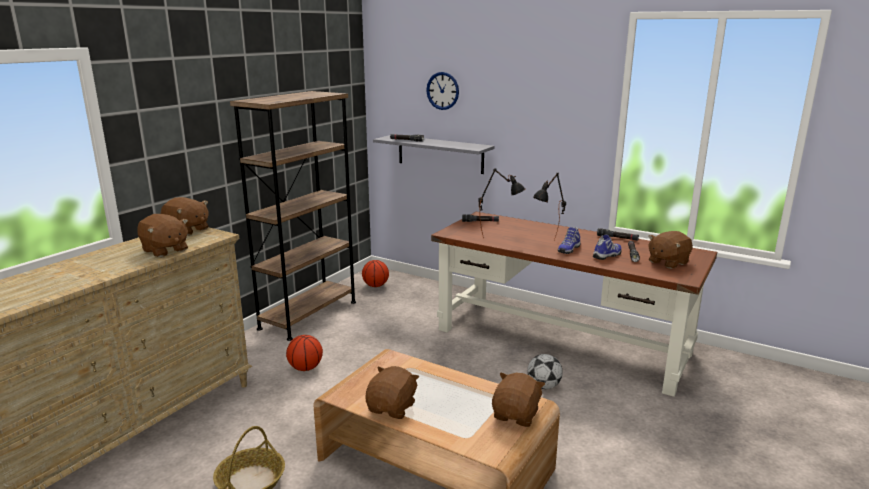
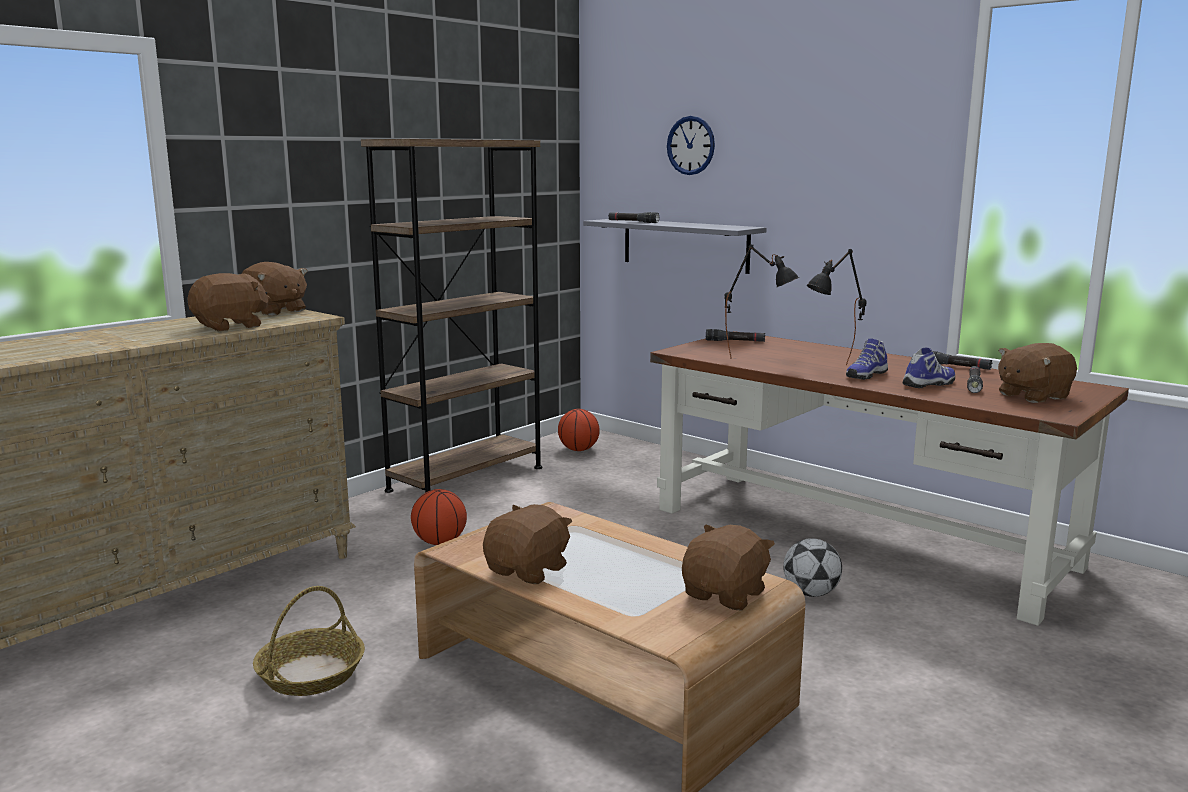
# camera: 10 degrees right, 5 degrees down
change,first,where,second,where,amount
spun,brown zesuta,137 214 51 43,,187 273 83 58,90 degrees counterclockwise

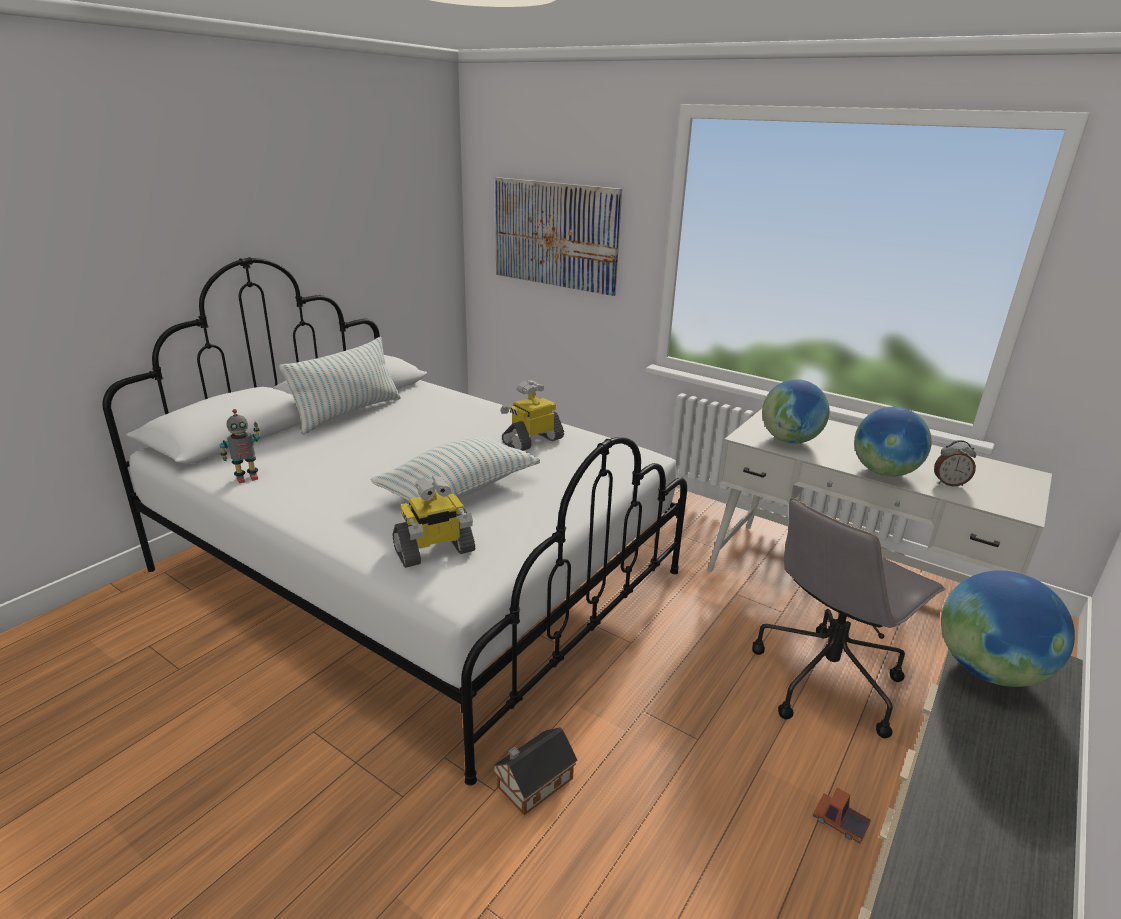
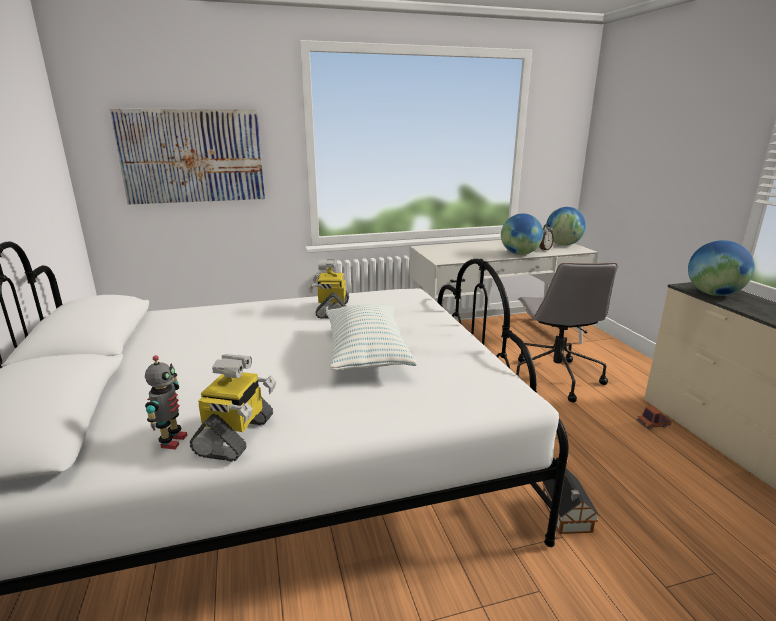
# camera: 50 degrees left, 5 degrees down
change,first,where,second,where,amount
missing,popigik,279 337 122 98,,,
relocated,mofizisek,392 476 84 92,,190 354 86 107,
relocated,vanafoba,762 379 68 65,,546 207 40 38,

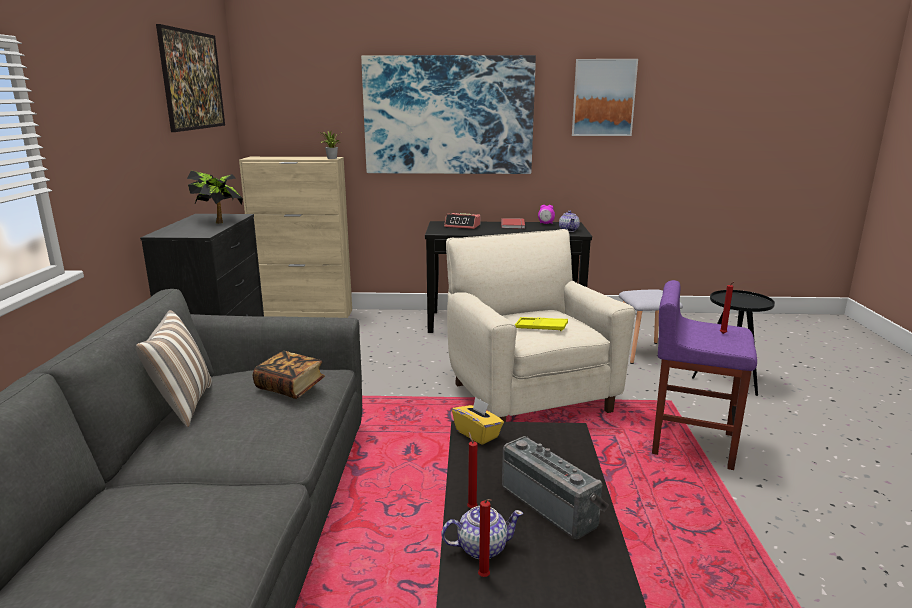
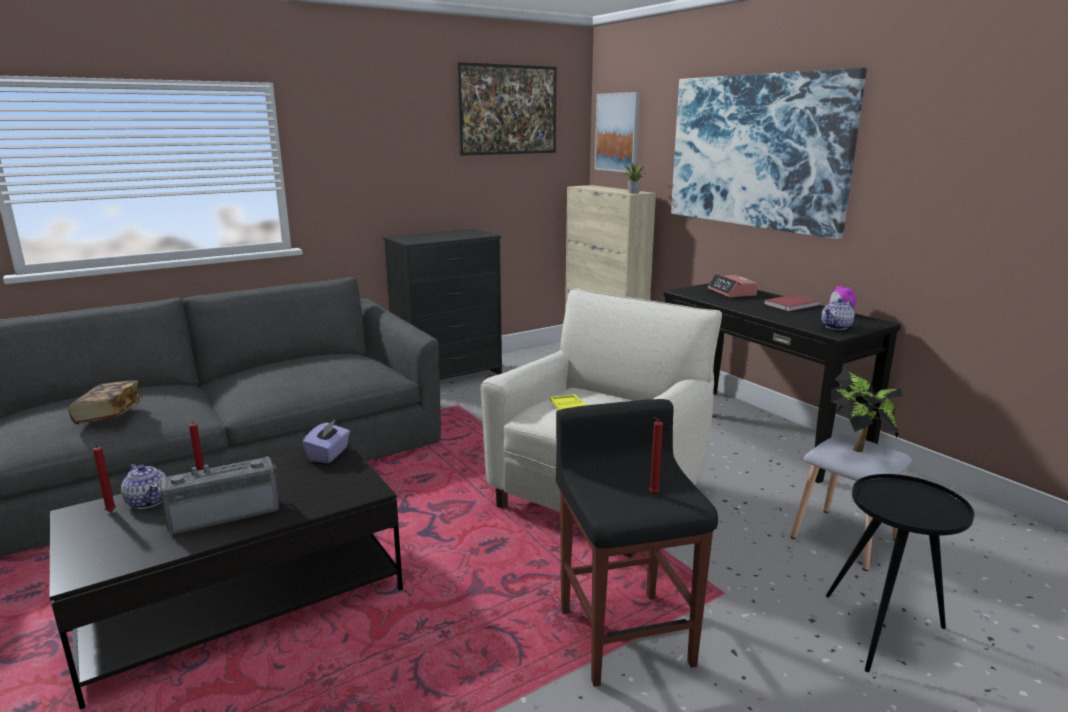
# camera: 55 degrees right, 0 degrees up
change,first,where,second,where,amount
missing,popigik,136 310 76 117,,,
relocated,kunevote,187 171 56 53,,831 369 72 83,
relocated,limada,253 351 72 48,,68 380 75 44,
relocated,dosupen,572 59 66 77,,595 92 45 81,
colour,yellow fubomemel,452 397 52 48,purple fubomemel,302 420 48 43,
colour,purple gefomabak,652 280 105 190,black gefomabak,556 399 162 288,
spun,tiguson,502 436 107 103,,158 456 121 78,135 degrees counterclockwise

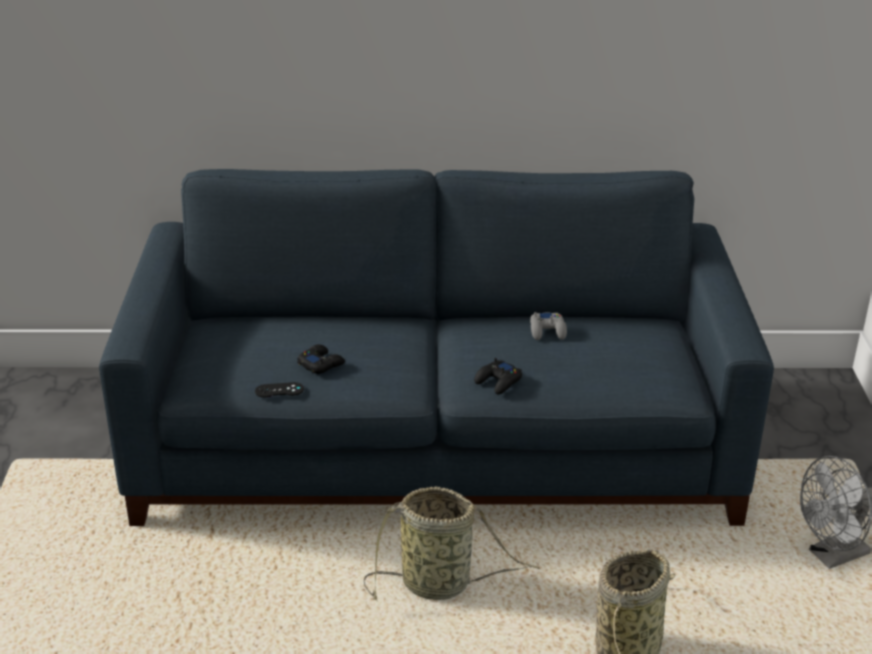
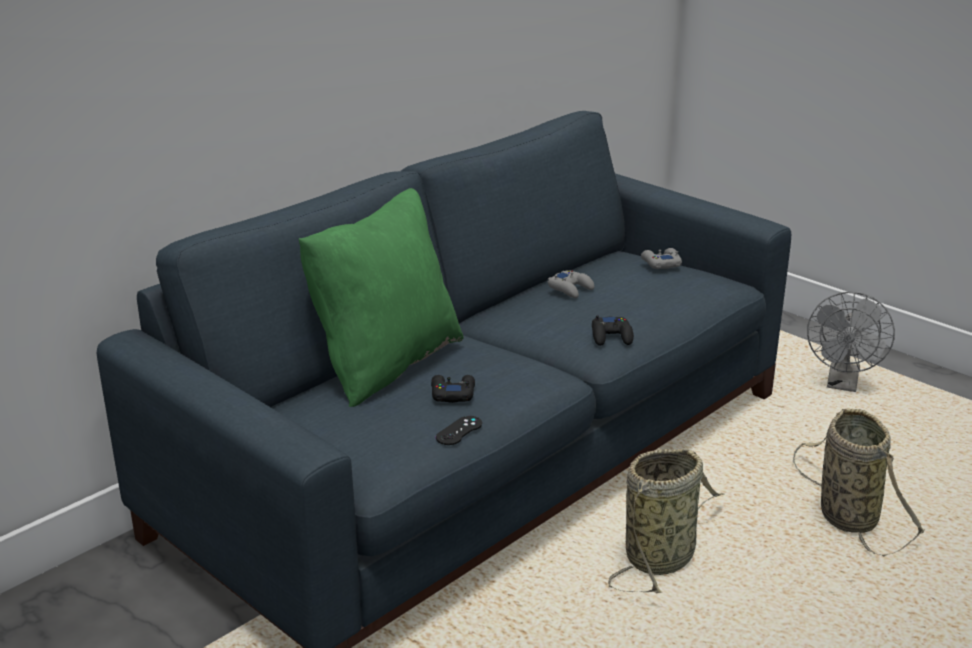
# camera: 45 degrees left, 5 degrees down
change,first,where,second,where,amount
appeared,,,green popigik,299 188 165 219,
appeared,,,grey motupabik,641 248 41 21,

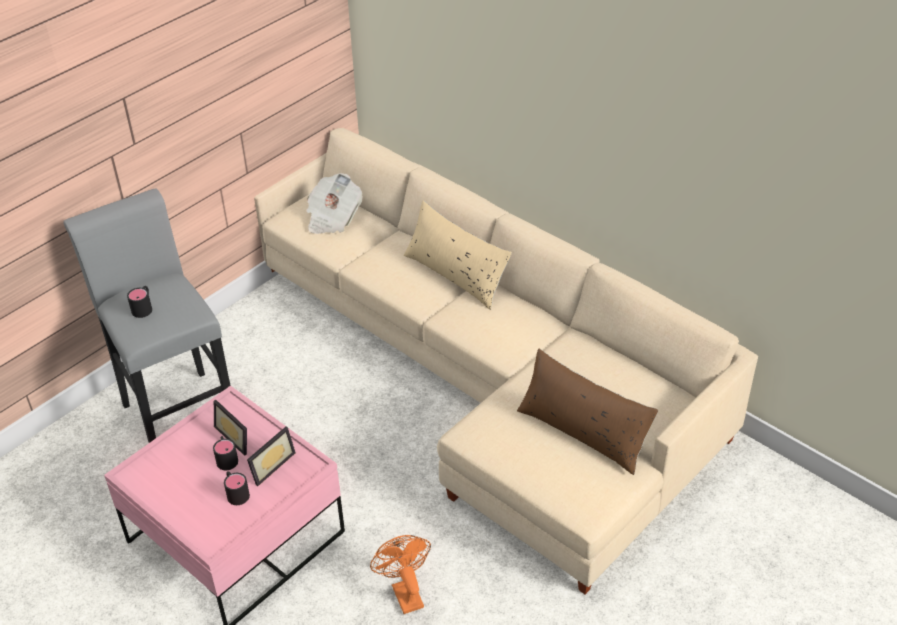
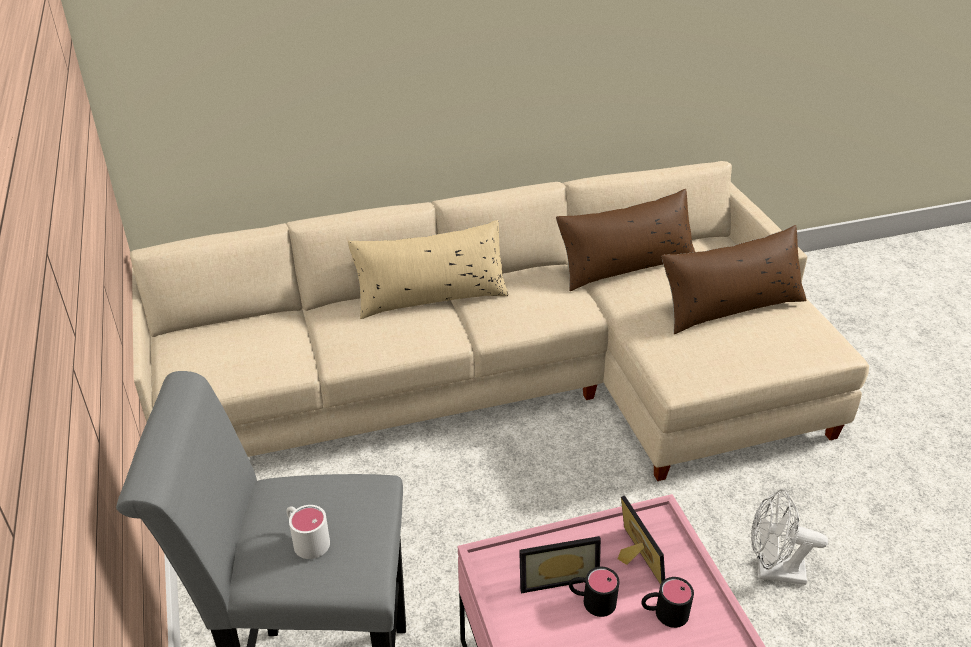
# camera: 60 degrees left, 5 degrees down
change,first,where,second,where,amount
missing,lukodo,306 173 57 61,,,
appeared,,,brown popigik,556 189 139 102,
colour,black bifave,127 286 25 32,white bifave,287 505 43 54,
colour,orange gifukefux,370 535 61 79,white gifukefux,751 489 77 96,

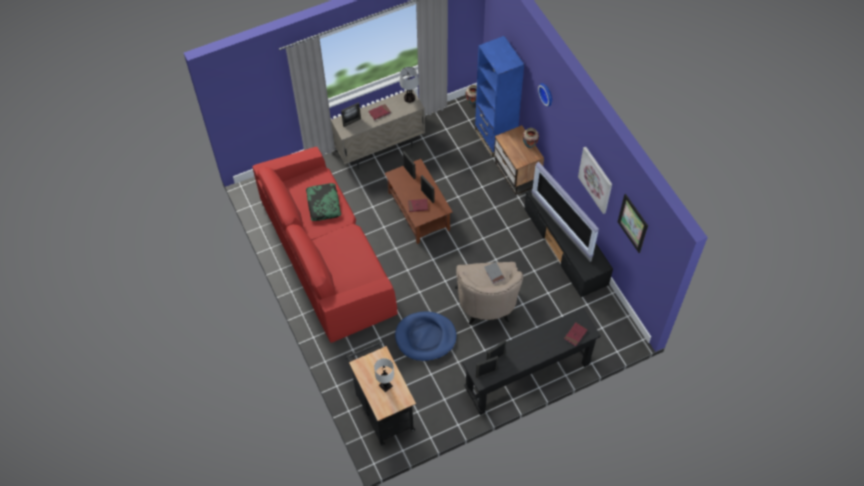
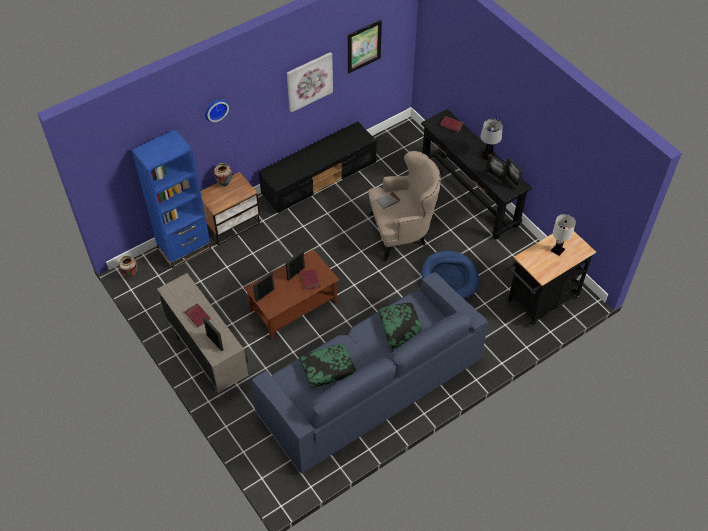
# camera: 100 degrees left, 5 degrees down
change,first,where,second,where,amount
missing,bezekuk,532 162 67 100,,,
appeared,,,popigik,378 303 44 45,
relocated,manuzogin,400 67 19 36,,481 119 21 41,
colour,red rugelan,252 147 146 196,blue rugelan,252 272 236 202,

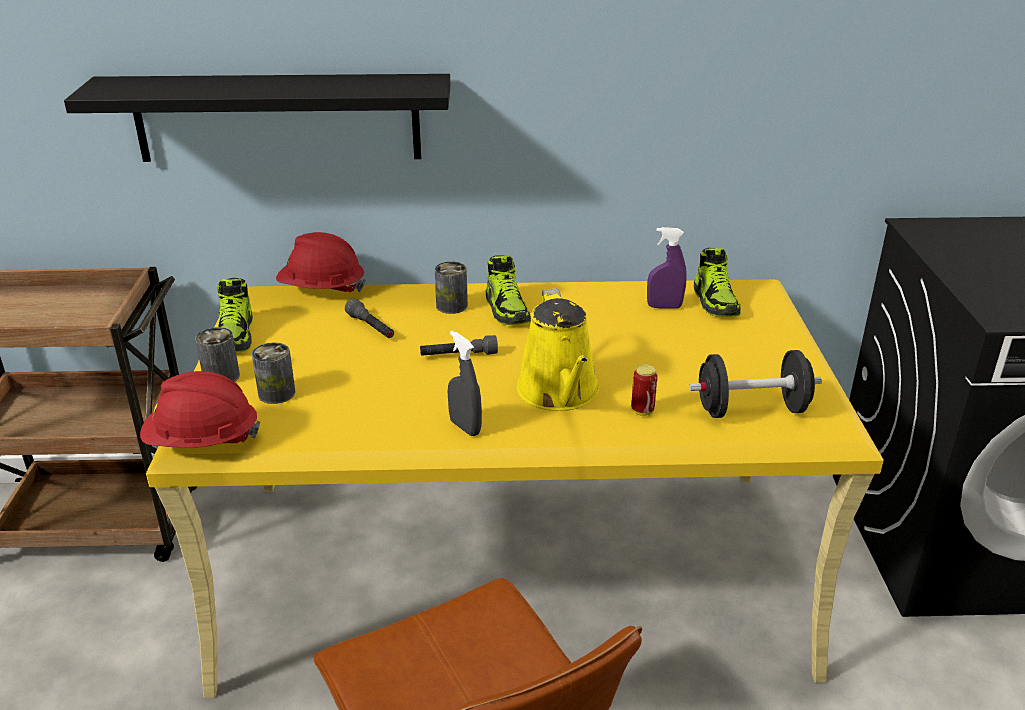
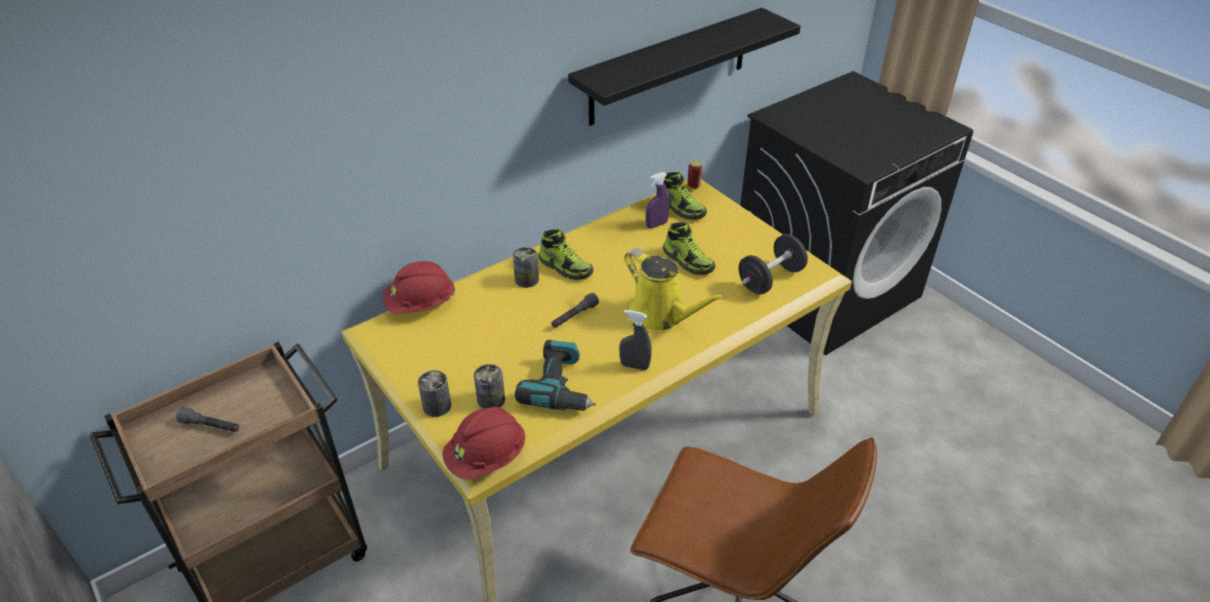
# camera: 35 degrees left, 10 degrees up
change,first,where,second,where,amount
appeared,,,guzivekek,515 340 81 71,
relocated,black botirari,64 74 387 88,,568 8 233 118,
relocated,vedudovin,217 278 36 74,,663 222 52 53,
relocated,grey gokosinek,345 299 49 39,,176 407 63 25,
relocated,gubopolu,631 364 27 52,,687 160 15 30,

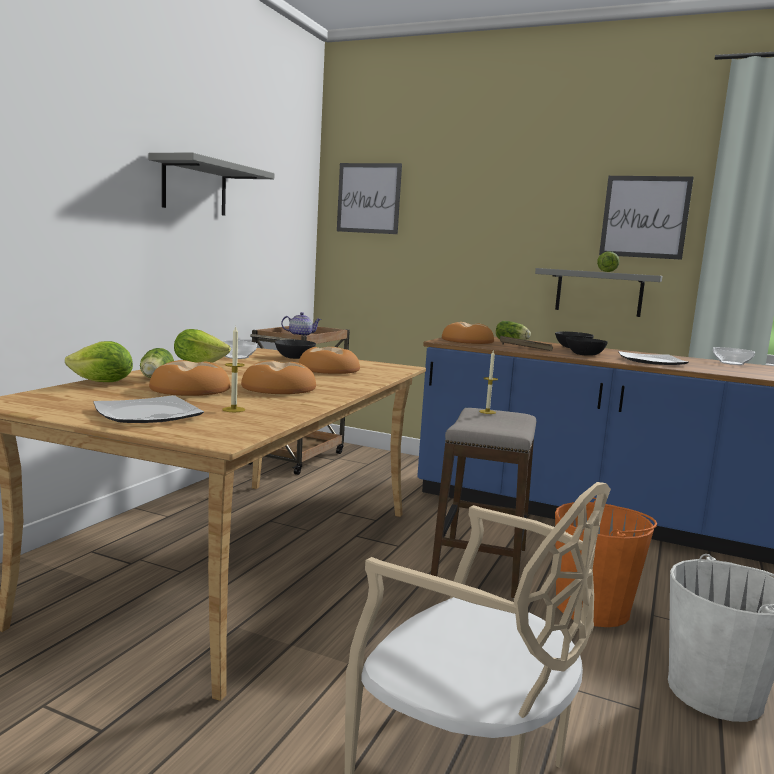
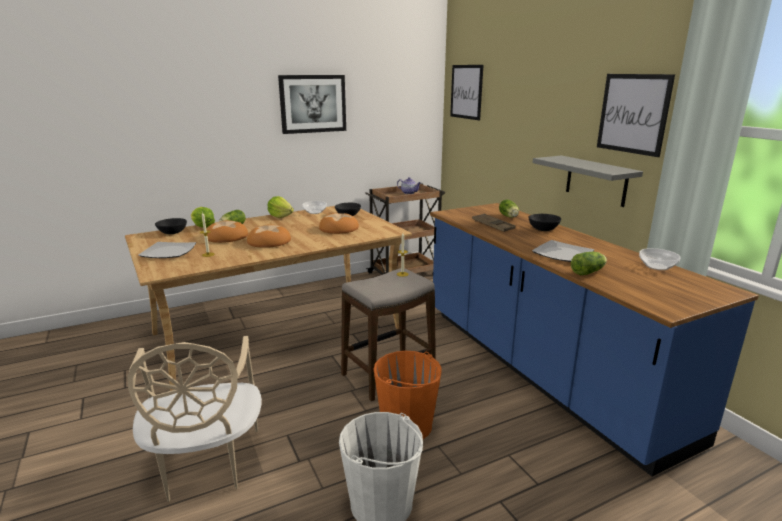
# camera: 40 degrees right, 10 degrees up
change,first,where,second,where,amount
missing,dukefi,442 322 52 22,,,
relocated,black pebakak,566 337 42 19,,155 218 32 16,
relocated,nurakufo,597 251 23 21,,571 252 36 23,
exchanged,grey botirari,148 153 127 63,dosupen,278 75 68 59,

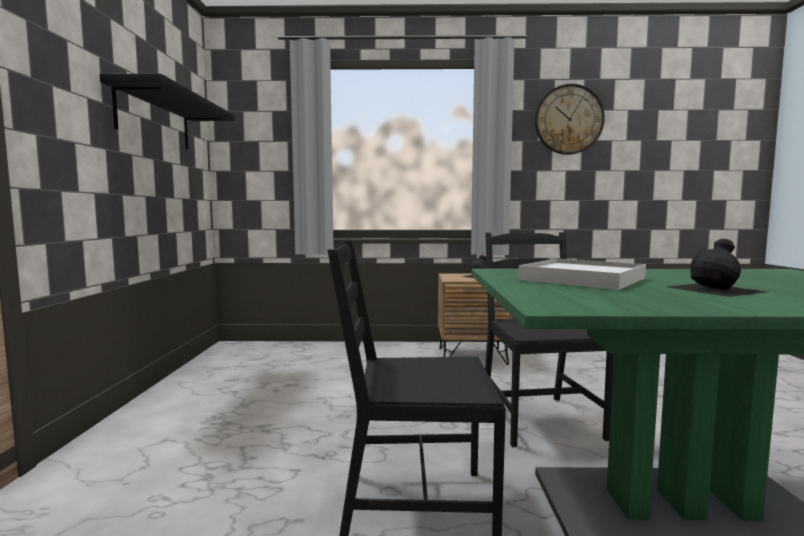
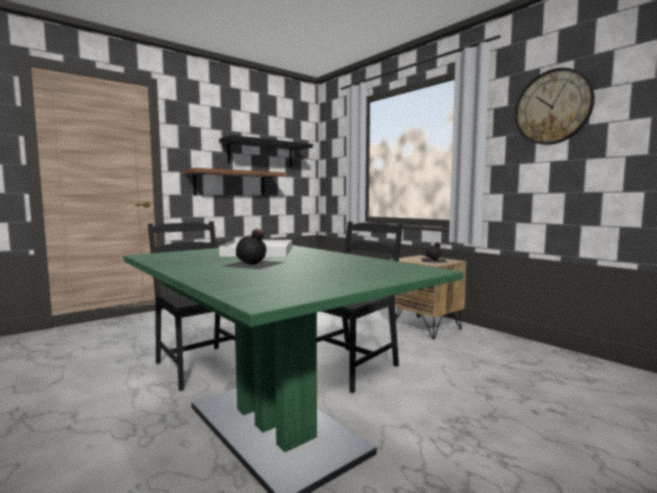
# camera: 50 degrees right, 0 degrees up
change,first,where,second,where,amount
appeared,,,brown botirari,184 168 101 28,

